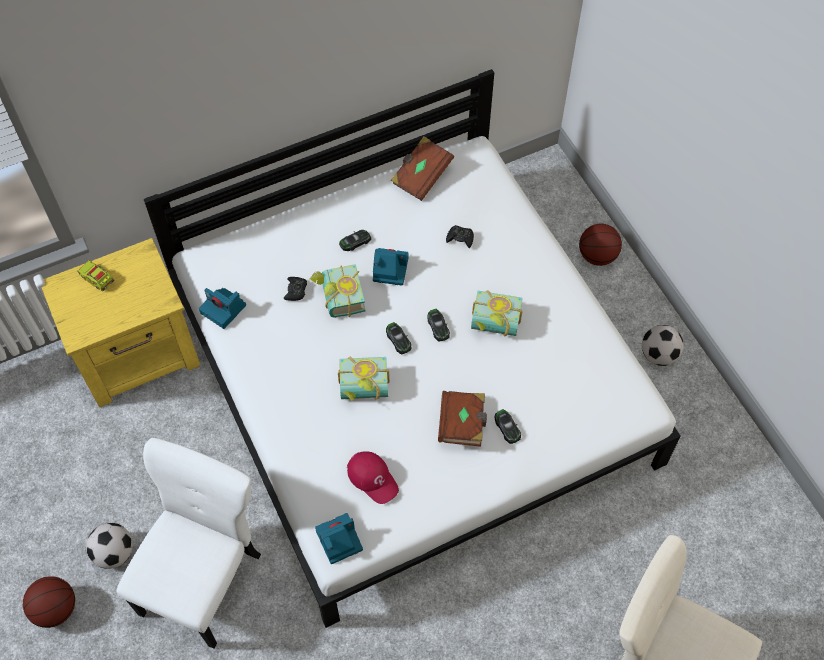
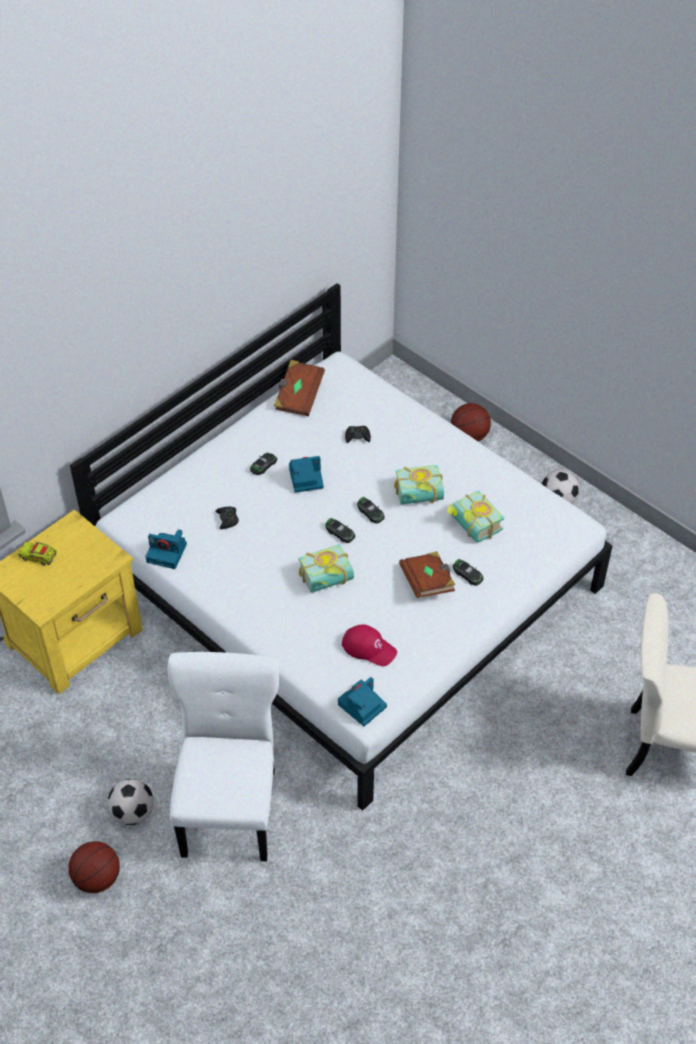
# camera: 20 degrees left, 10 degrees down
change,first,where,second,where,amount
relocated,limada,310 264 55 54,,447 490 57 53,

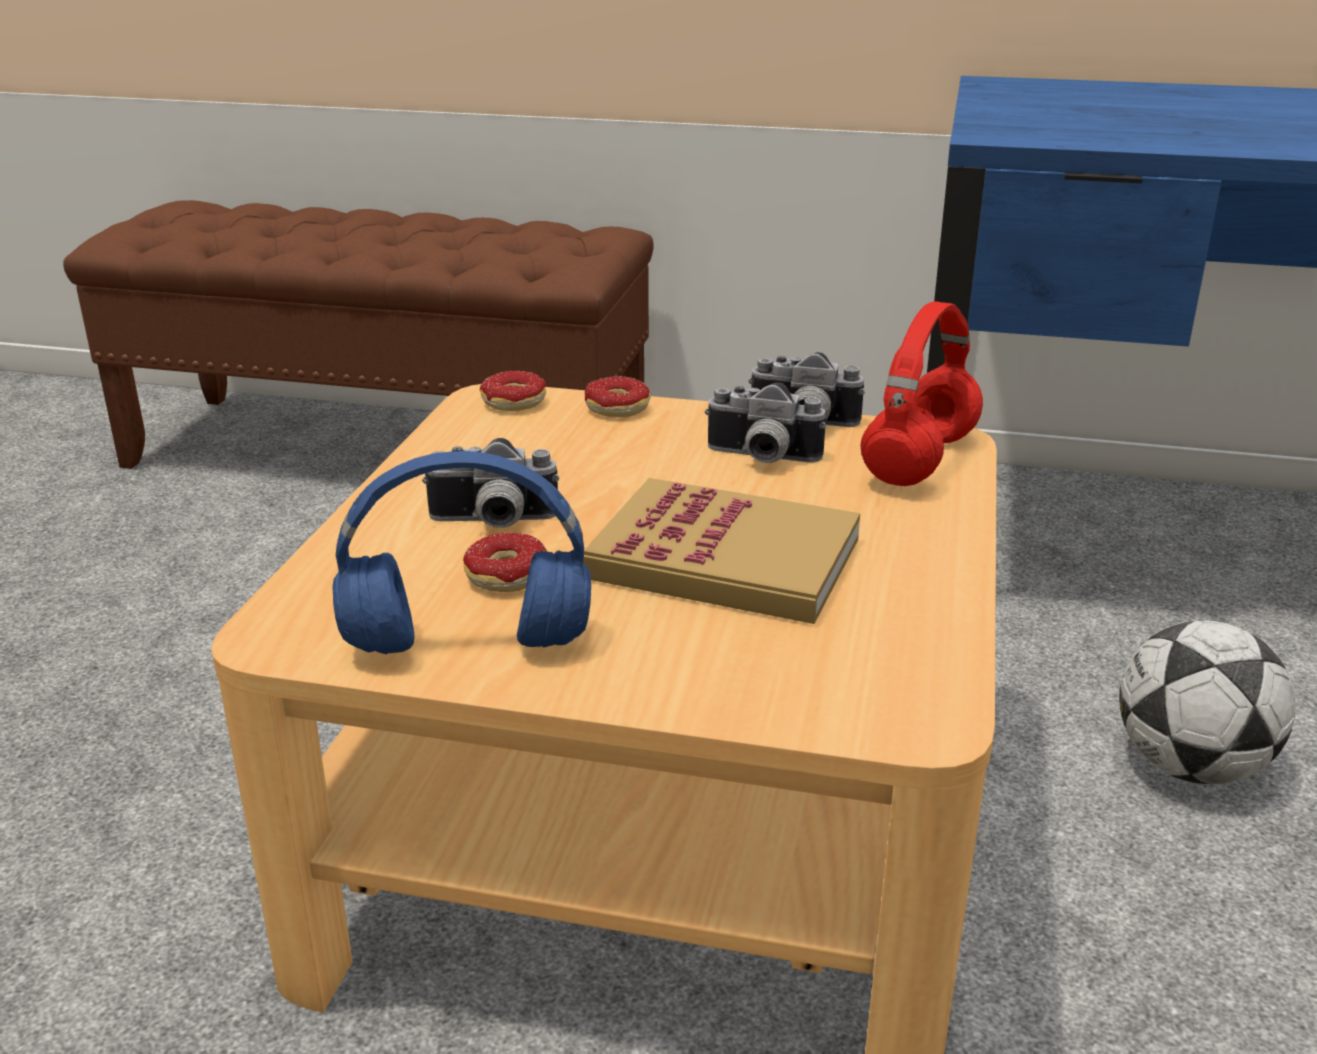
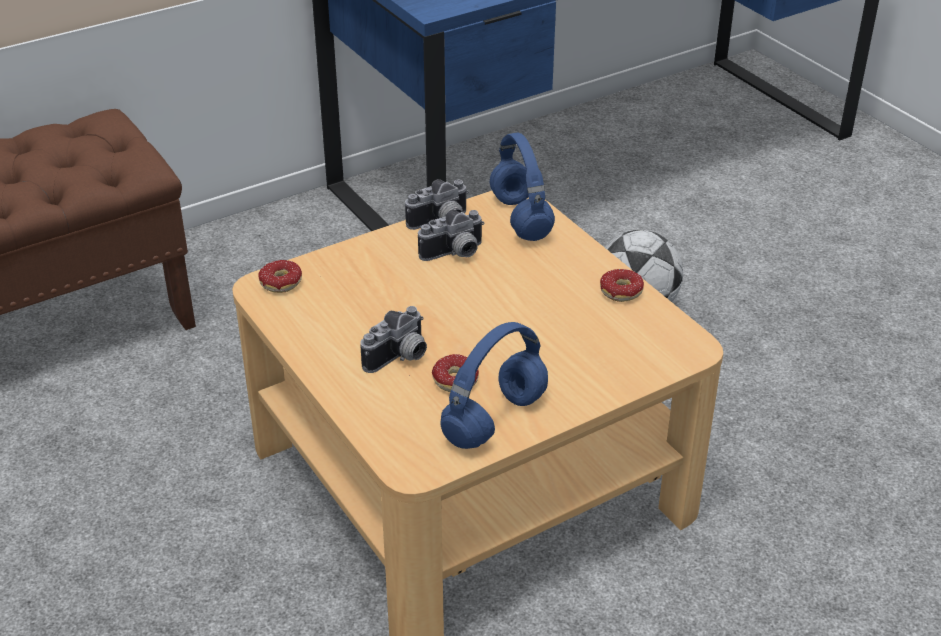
# camera: 45 degrees left, 10 degrees up
change,first,where,second,where,amount
missing,limada,583 478 277 146,,,
relocated,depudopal,585 376 66 41,,600 269 44 33,
colour,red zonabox,861 301 122 185,blue zonabox,490 132 65 109,

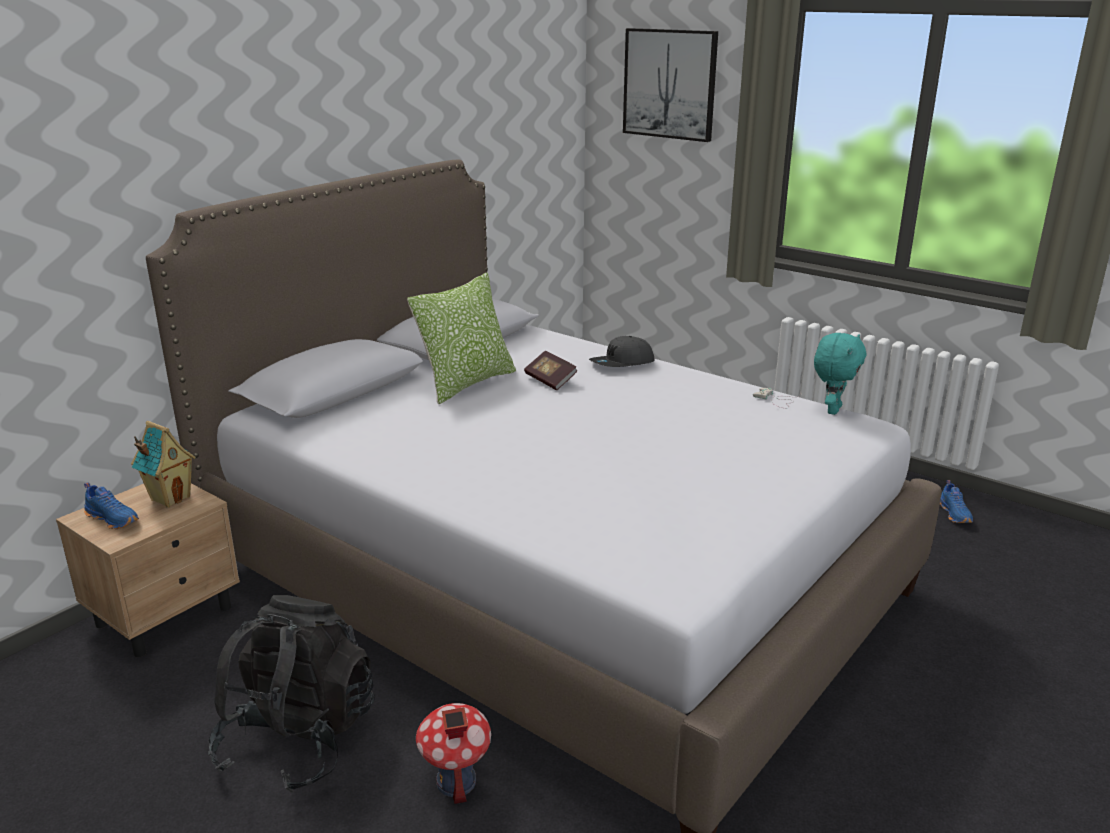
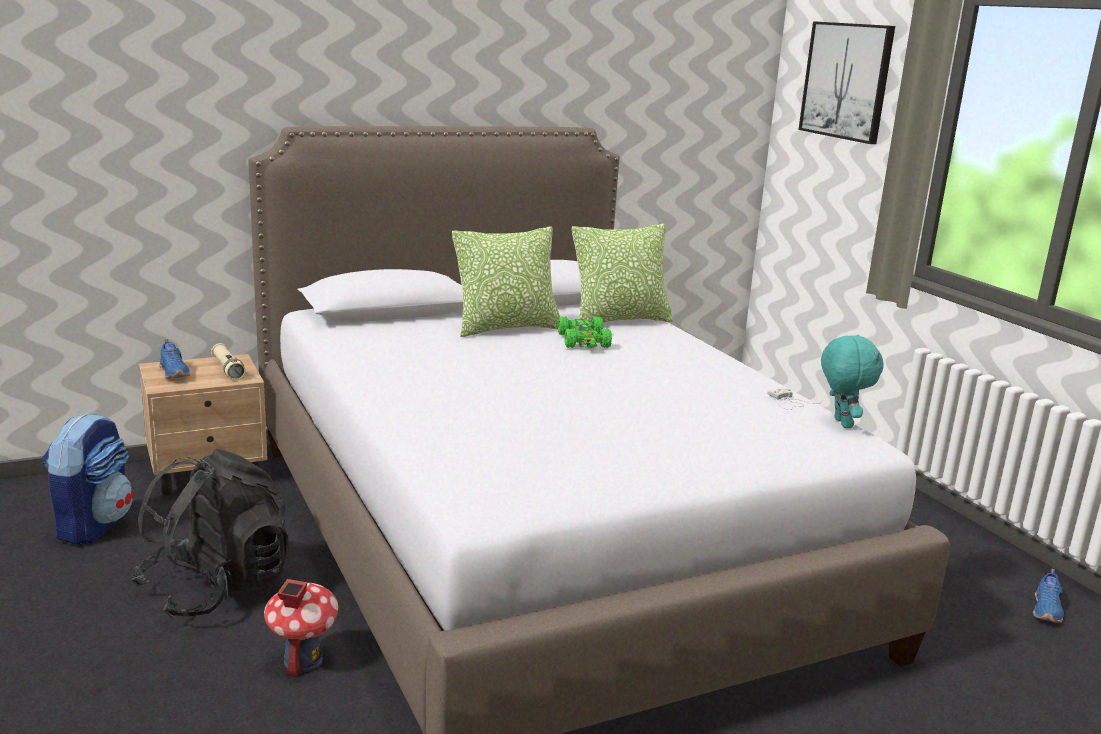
# camera: 25 degrees right, 5 degrees down
change,first,where,second,where,amount
missing,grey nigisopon,589 336 66 31,,,
appeared,,,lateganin,42 413 91 132,
appeared,,,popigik,572 224 101 99,
exchanged,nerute,131 421 65 86,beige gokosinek,211 343 35 37,
exchanged,limada,524 351 54 39,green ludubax,557 317 55 31,
spun,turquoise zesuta,814 333 52 82,,821 334 62 94,60 degrees counterclockwise

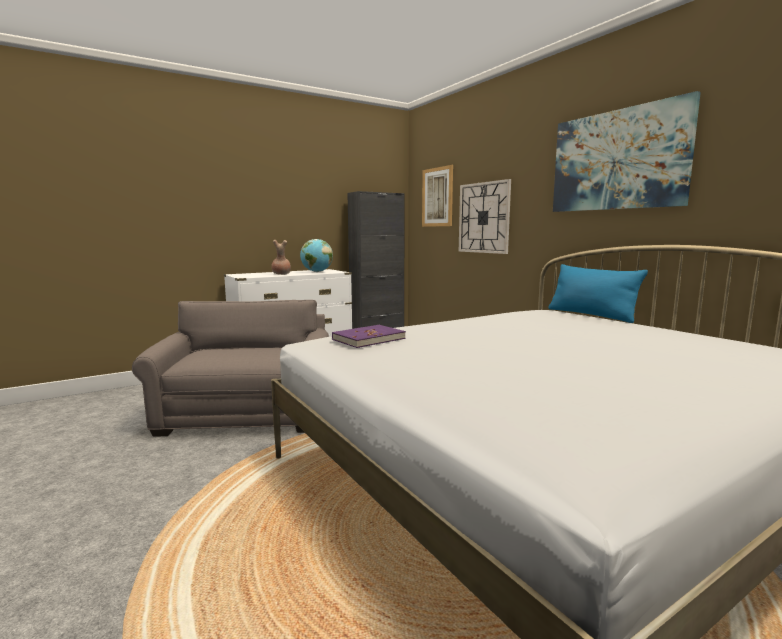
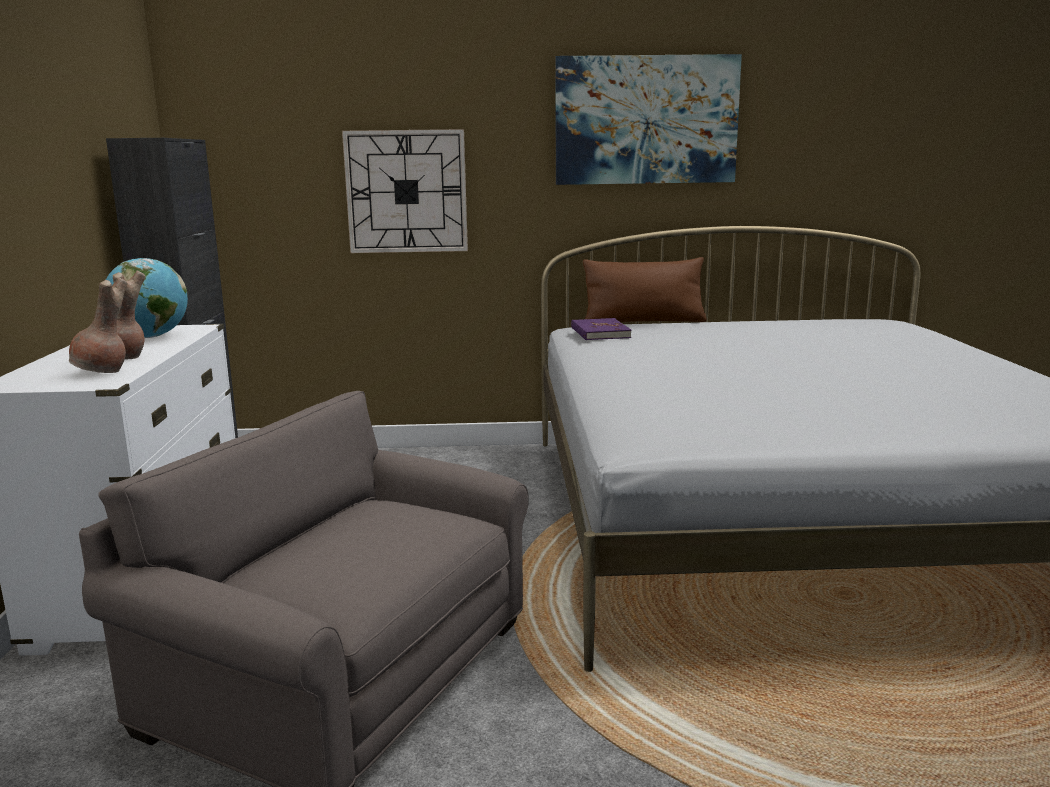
# camera: 60 degrees left, 5 degrees up
change,first,where,second,where,amount
missing,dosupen,422 165 31 62,,,
appeared,,,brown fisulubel,69 278 59 95,
relocated,purple limada,332 325 74 23,,571 318 60 22,
colour,blue popigik,548 264 100 59,brown popigik,583 257 124 65,

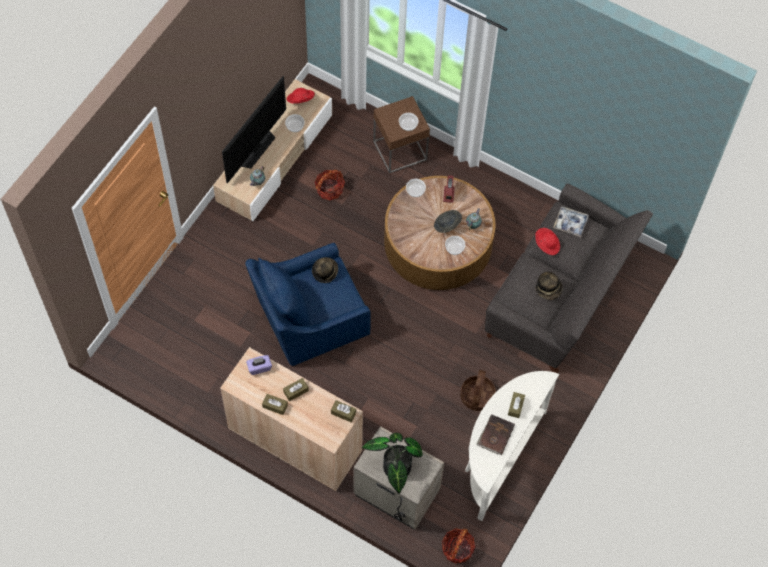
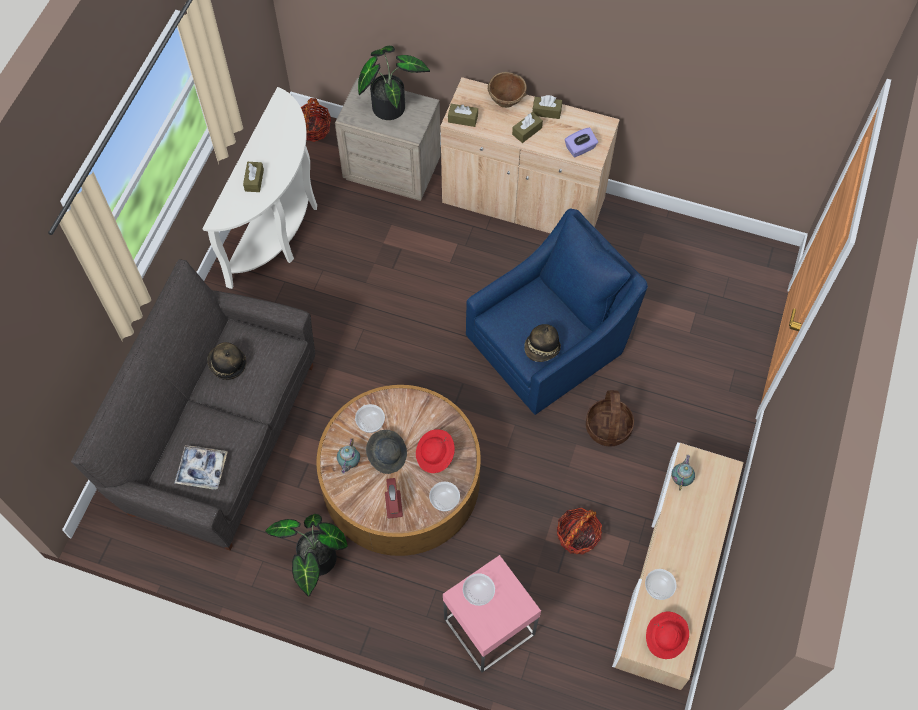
# camera: 170 degrees right, 0 degrees up
change,first,where,second,where,amount
missing,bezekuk,222 76 64 107,,,
missing,brown limada,476 414 39 41,,,
appeared,,,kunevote,265 514 83 83,
appeared,,,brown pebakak,487 72 40 36,
relocated,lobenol,460 370 36 41,,586 390 48 57,
relocated,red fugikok,535 228 25 27,,416 429 39 44,
colour,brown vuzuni,373 96 57 77,pink vuzuni,443 555 98 118,

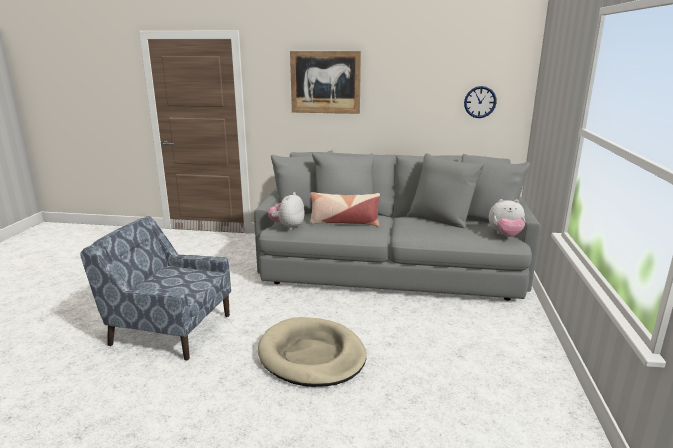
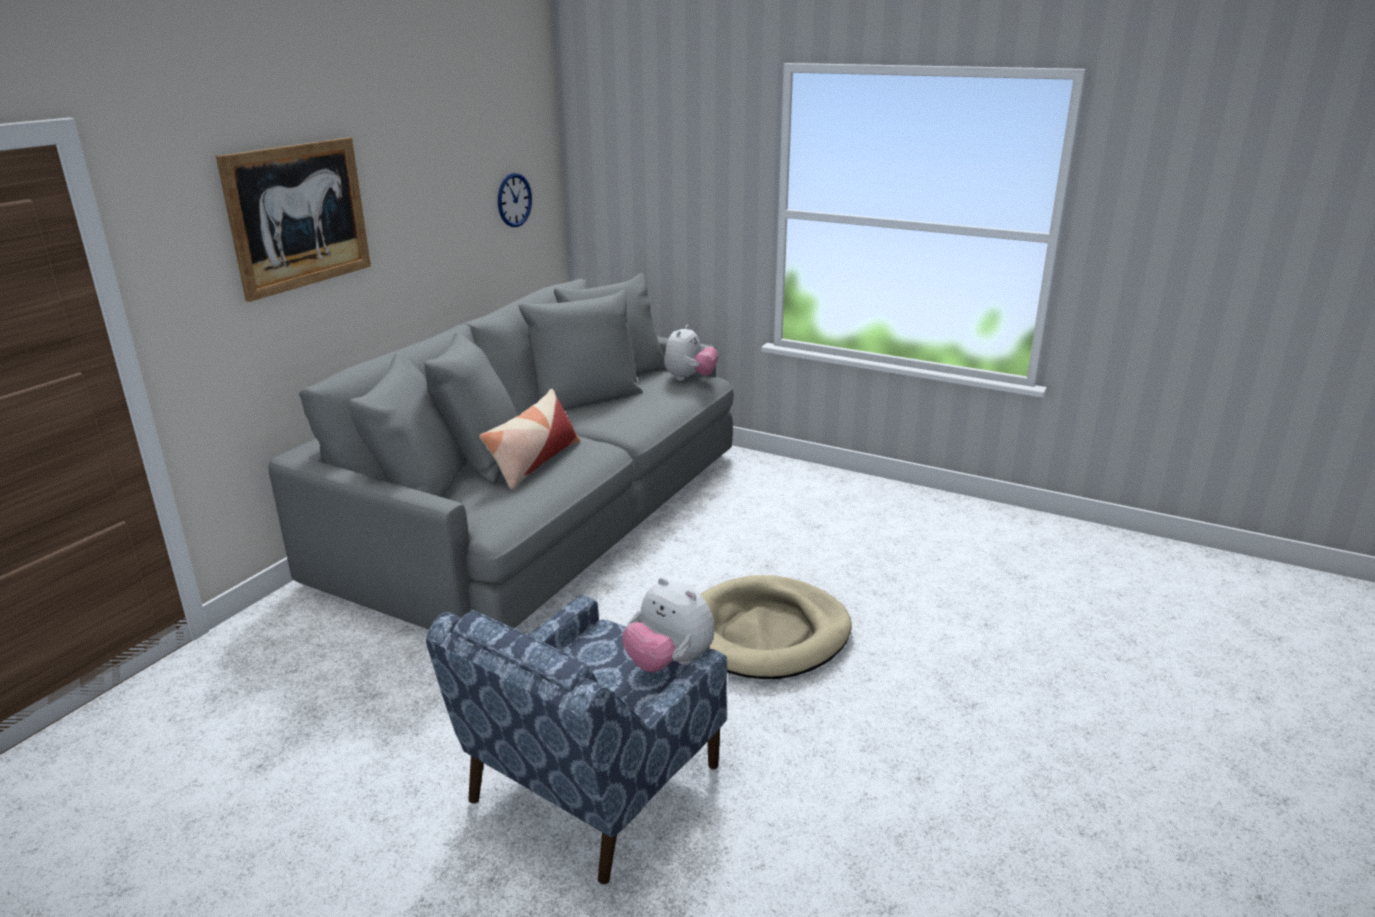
# camera: 70 degrees left, 5 degrees up
change,first,where,second,where,amount
relocated,zesuta,268 192 37 38,,622 577 92 95,

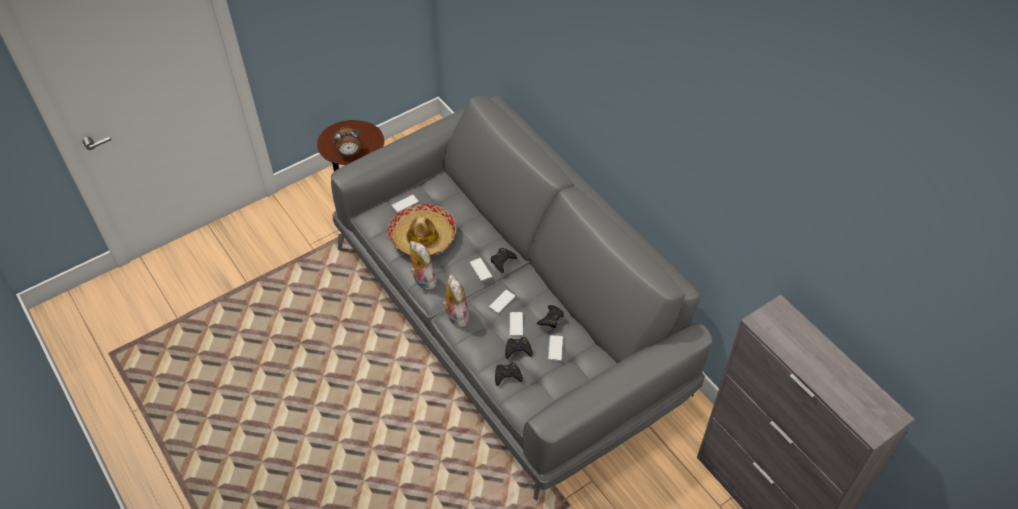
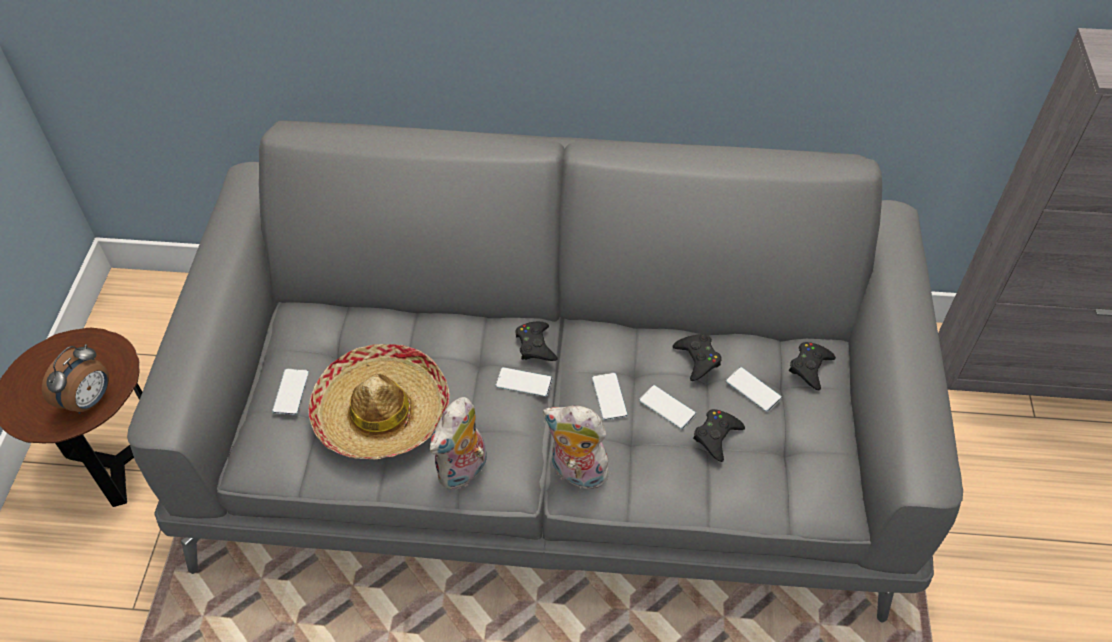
# camera: 50 degrees left, 0 degrees up
change,first,where,second,where,amount
relocated,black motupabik,495 362 28 24,,789 342 47 48,
spun,zesuta,410 241 27 49,,430 397 57 93,60 degrees counterclockwise

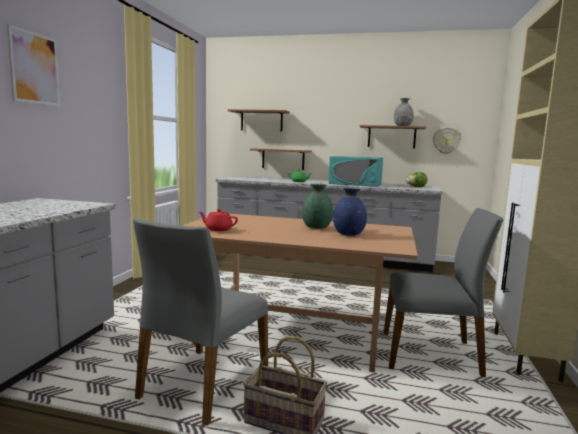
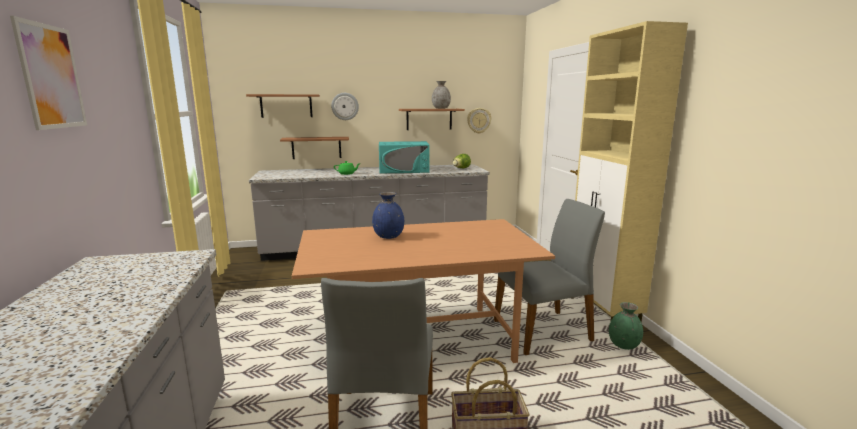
# camera: 25 degrees left, 5 degrees up
change,first,where,second,where,amount
missing,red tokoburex,199 209 39 22,,,
appeared,,,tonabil,331 93 28 27,
relocated,green fisulubel,302 184 31 45,,609 302 34 48,
relocated,blue fisulubel,333 187 34 49,,372 192 32 47,

